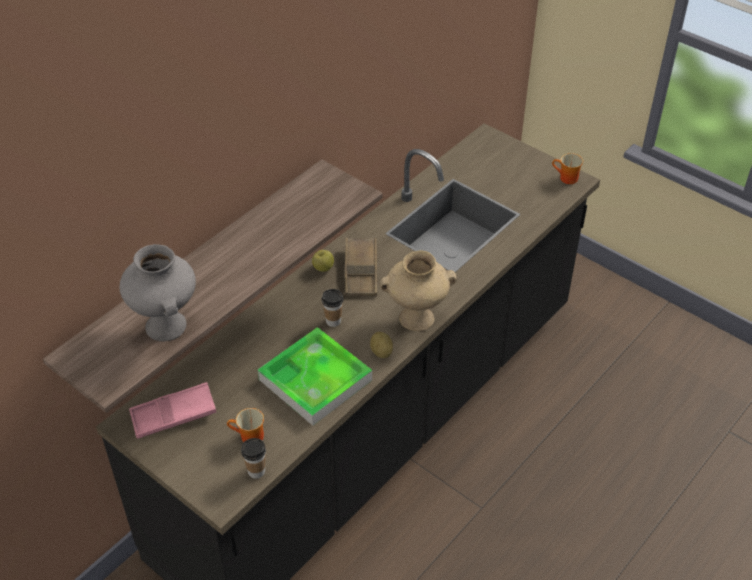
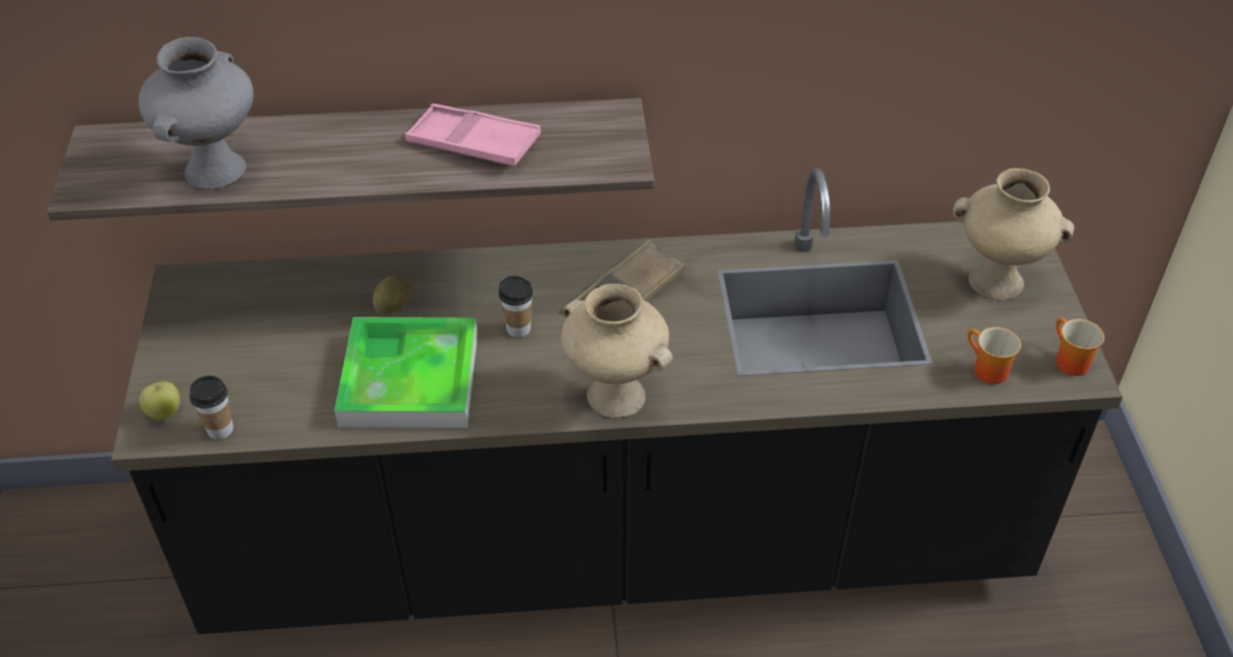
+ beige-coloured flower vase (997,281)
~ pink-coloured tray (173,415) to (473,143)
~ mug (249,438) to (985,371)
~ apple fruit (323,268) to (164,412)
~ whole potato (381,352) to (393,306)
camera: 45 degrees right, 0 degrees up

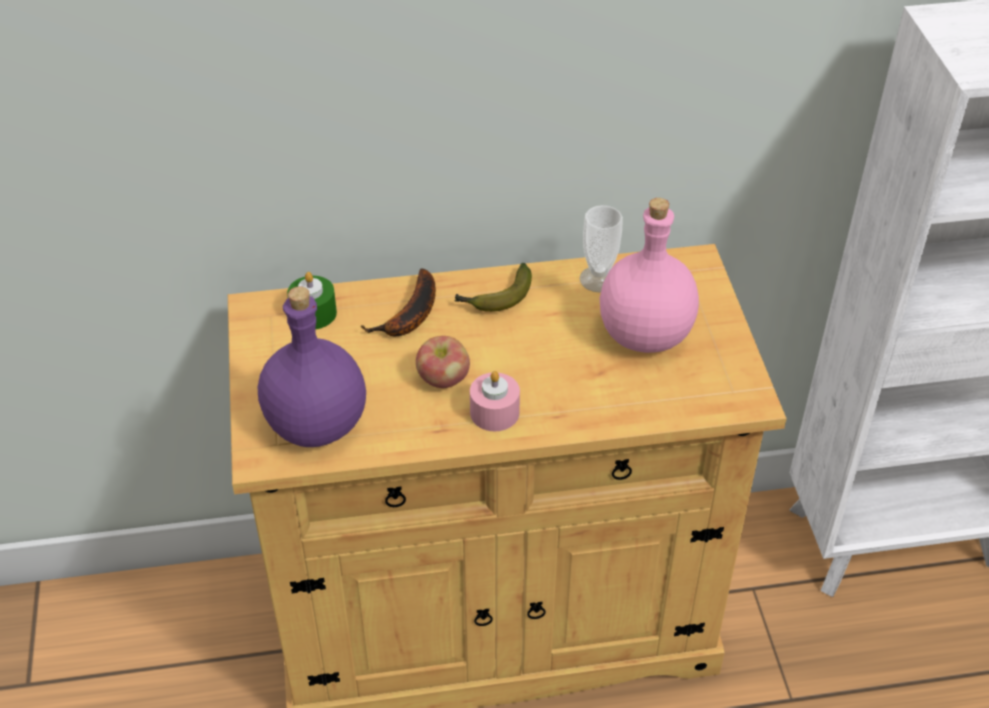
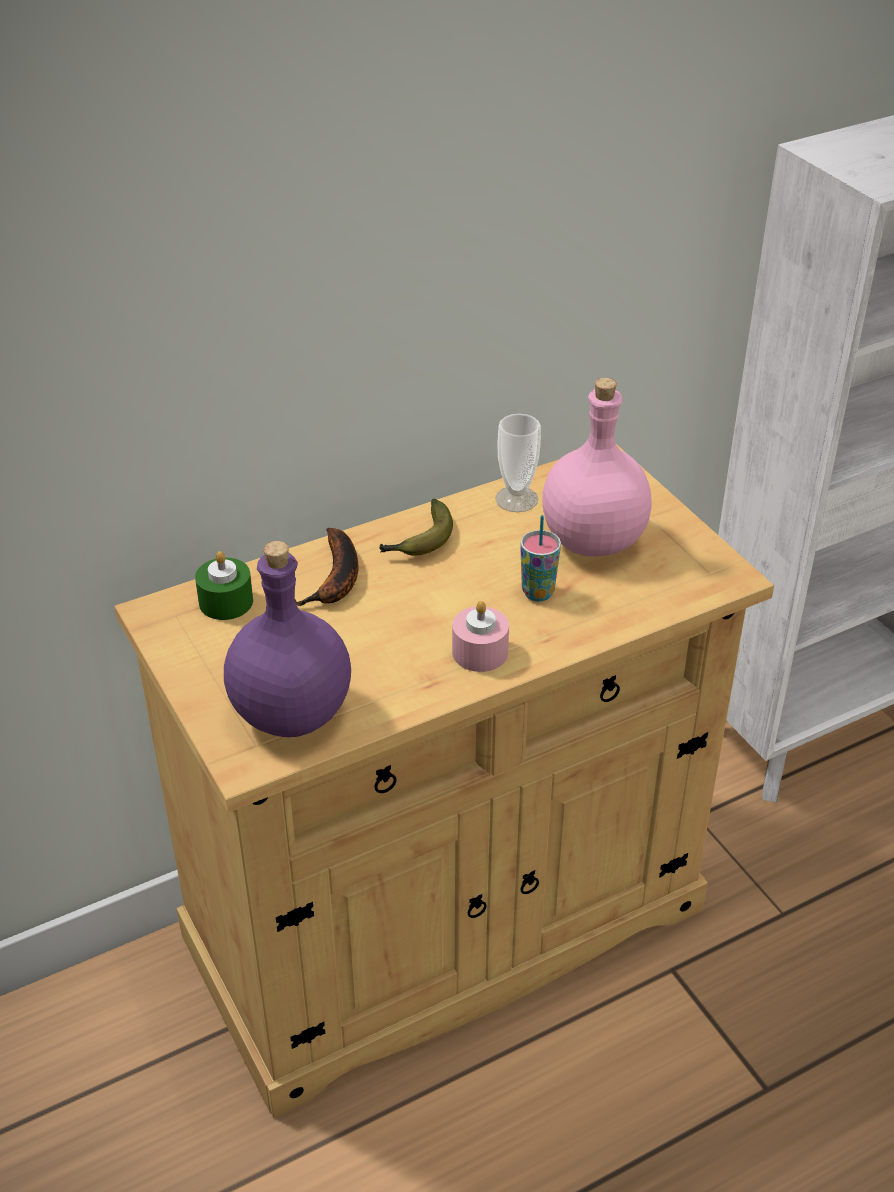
- apple fruit (443,379)
+ small cup (538,593)
camera: 20 degrees left, 5 degrees down

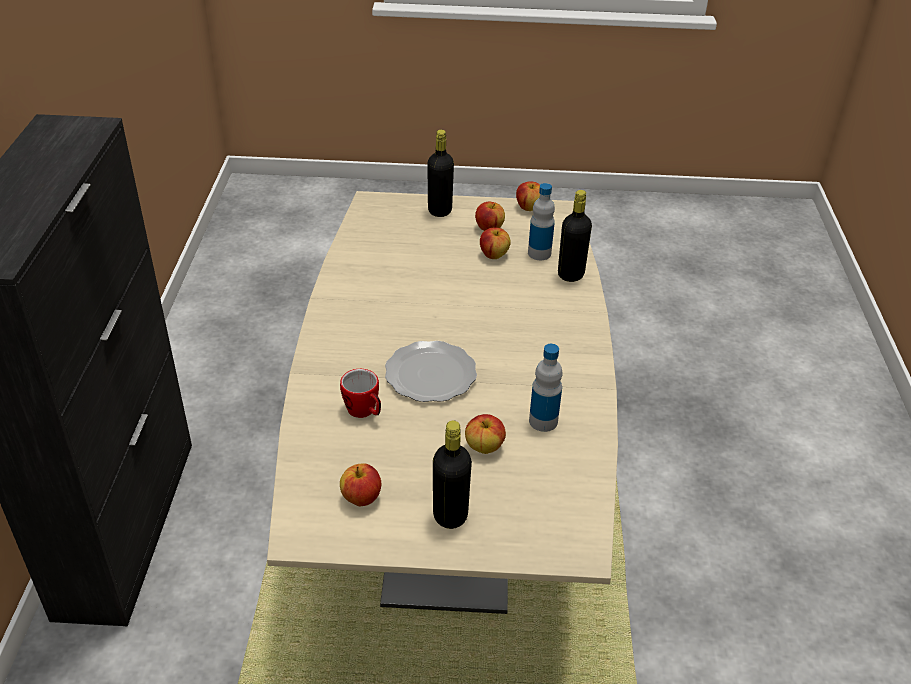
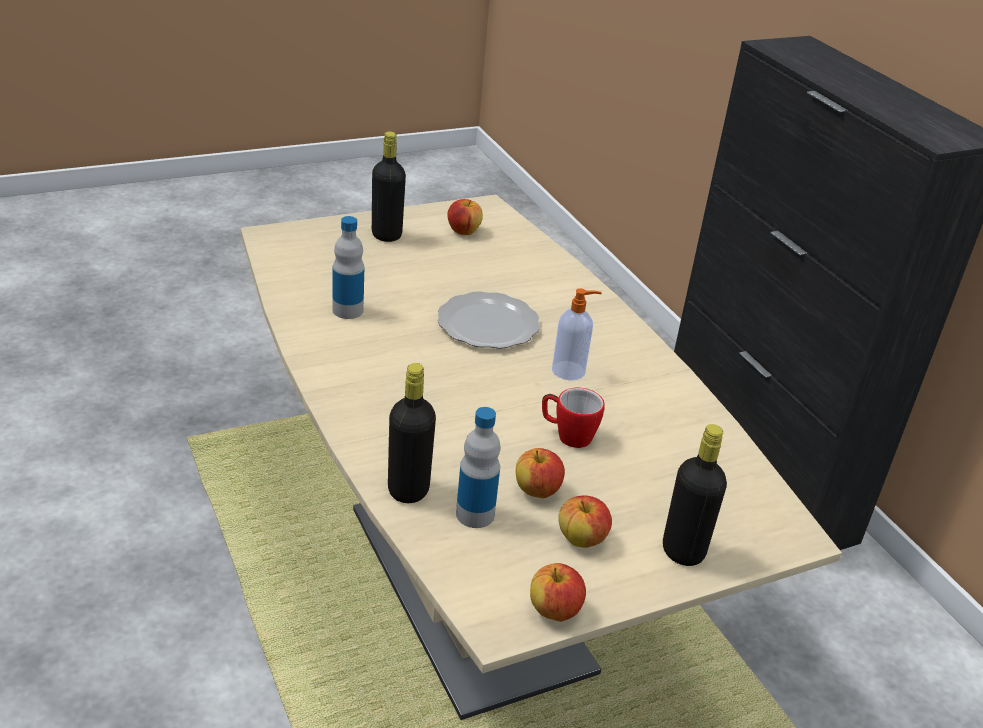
- apple fruit (484,447)
+ soap bottle (570,371)
~ mug (364,412) to (567,435)
camera: 150 degrees right, 5 degrees down

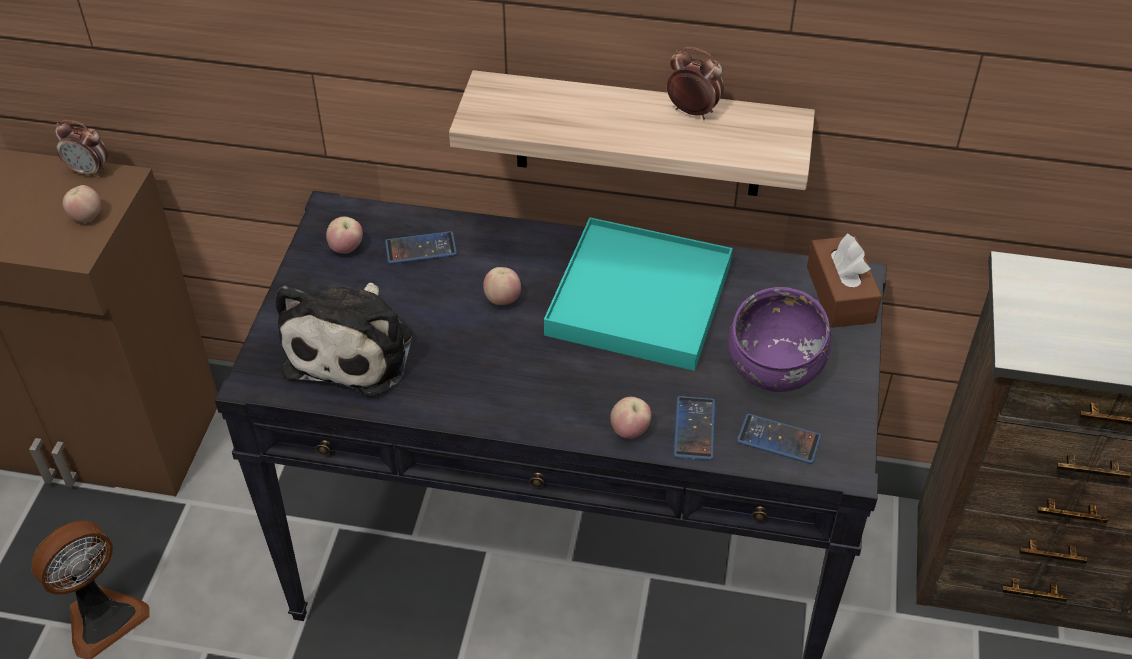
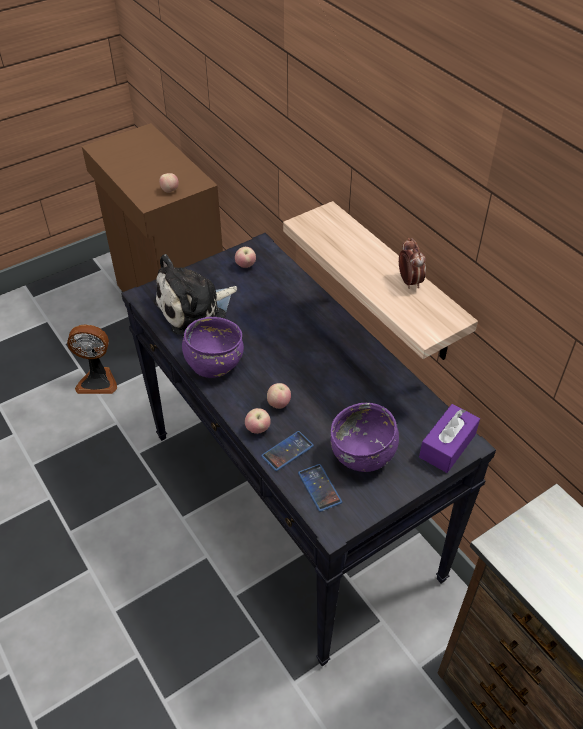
- alarm clock (89,171)
- handset (421,249)
- turquoise-coloured tray (639,299)
+ purplish serving bowl (214,364)
~ apple fruit (502,300) to (279,404)
~ brown-coloured tissue box (840,294) to purplish tissue box (447,445)
camera: 45 degrees right, 0 degrees up

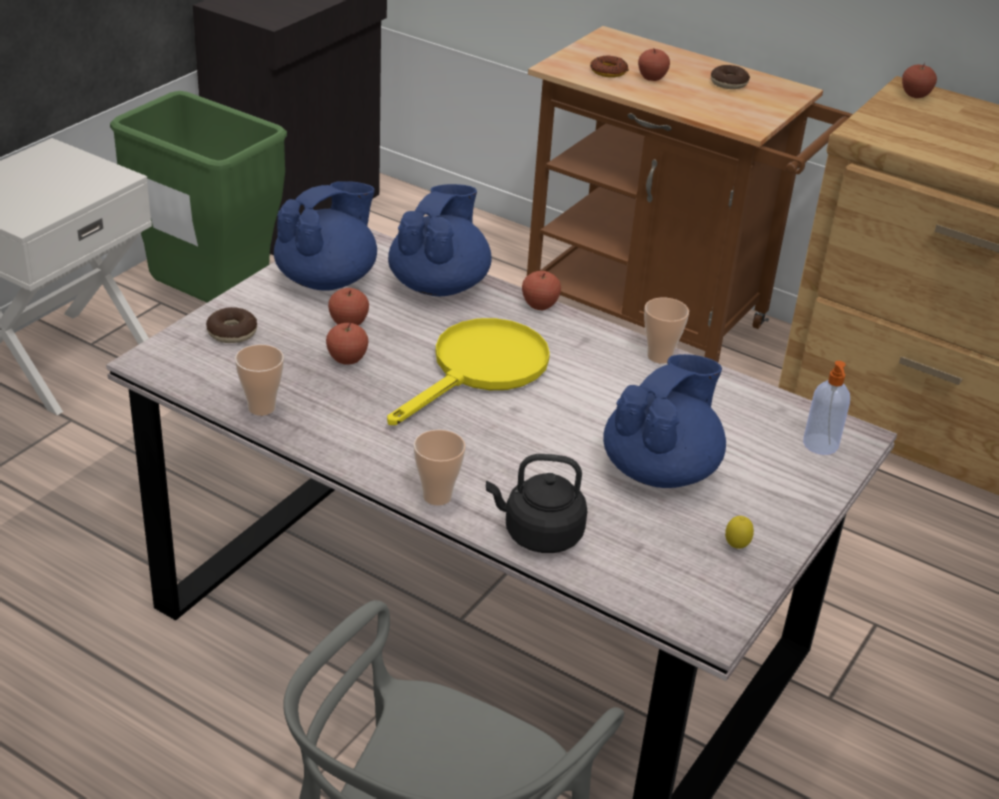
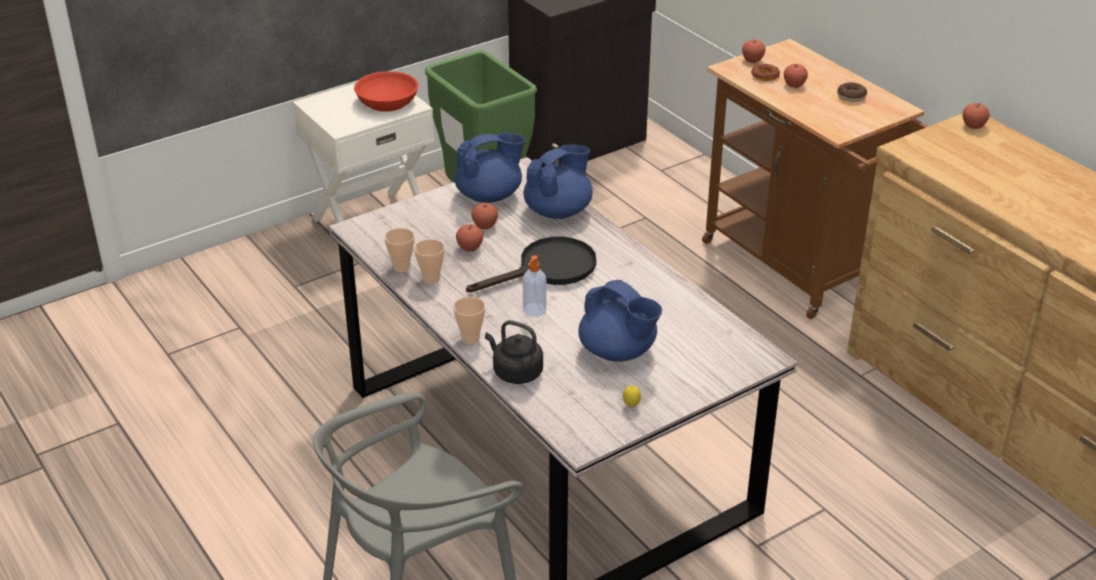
- doughnut (232,332)
+ red-coloured serving bowl (387,101)
~ apple fruit (539,305) to (752,60)
~ small cup (659,356) to (431,279)
~ soap bottle (820,445) to (534,310)
~ yellowish skillet (480,370) to black skillet (548,269)
~ blue teapot (660,470) = (618,351) 75 degrees clockwise
camera: 25 degrees right, 0 degrees up

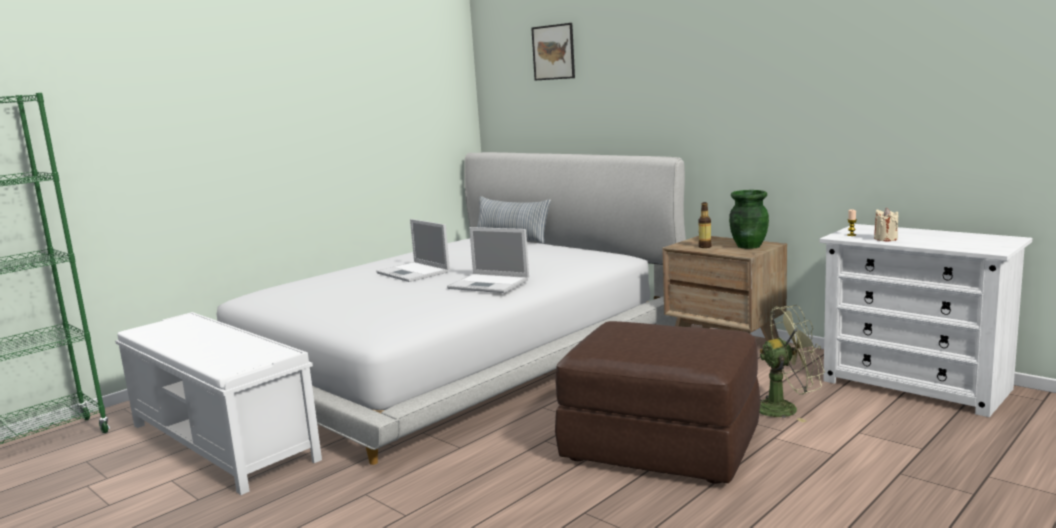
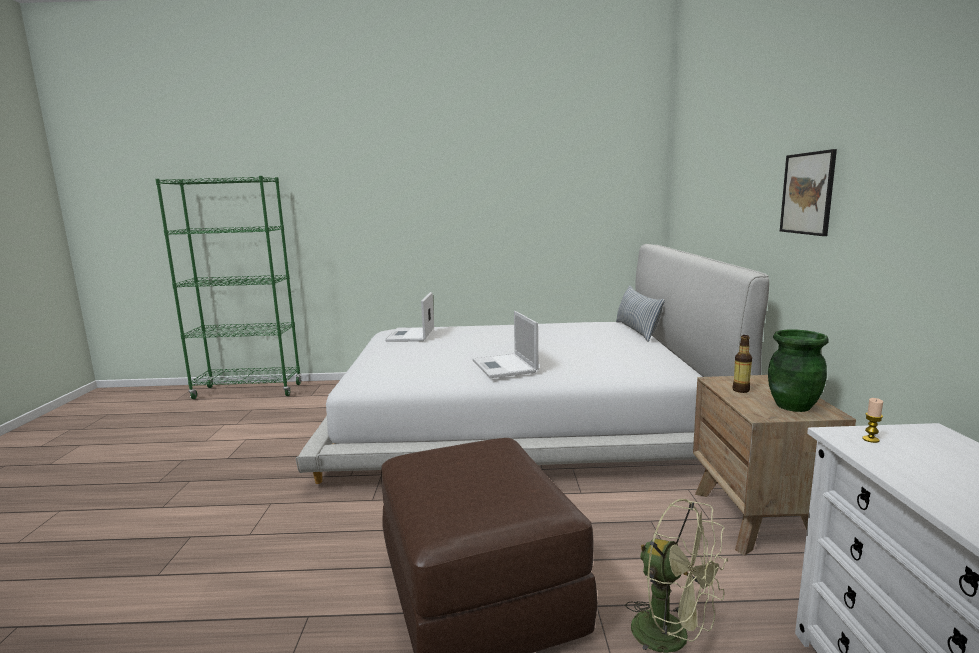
- white-coloured bench (223,442)
- beige-coloured candle (885,239)
~ portable computer (414,273) to (410,335)
~ wall art (553,52) to (807,193)
camera: 45 degrees right, 0 degrees up

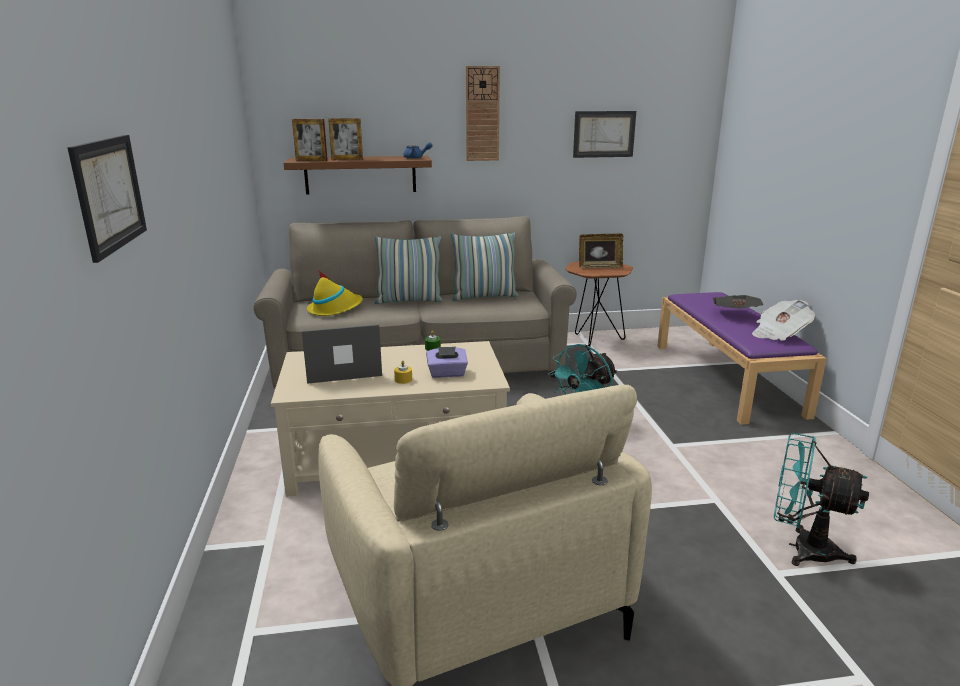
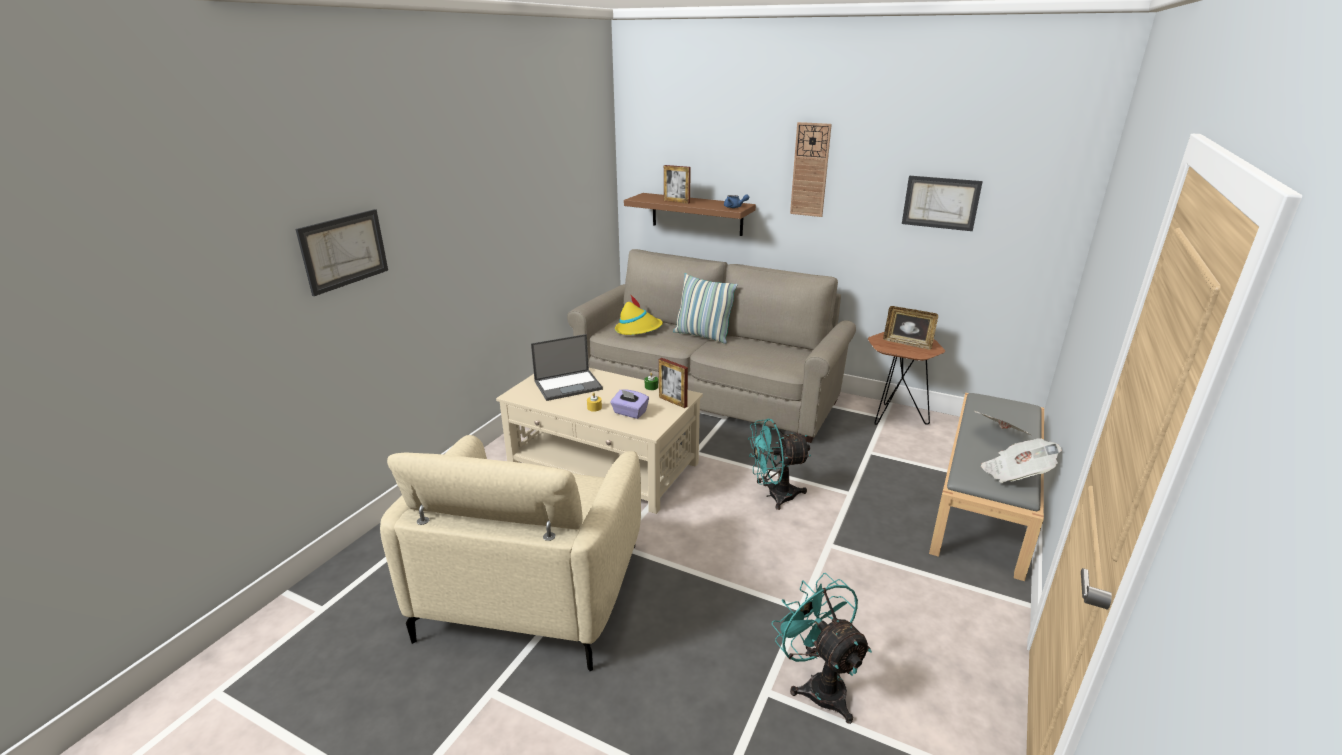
- cushion (484,297)
~ standing frame (311,160) to (673,401)
~ purplish bench (727,379) to greyish bench (985,503)
~ portable computer (342,369) = (569,385) 135 degrees clockwise
camera: 35 degrees right, 5 degrees up

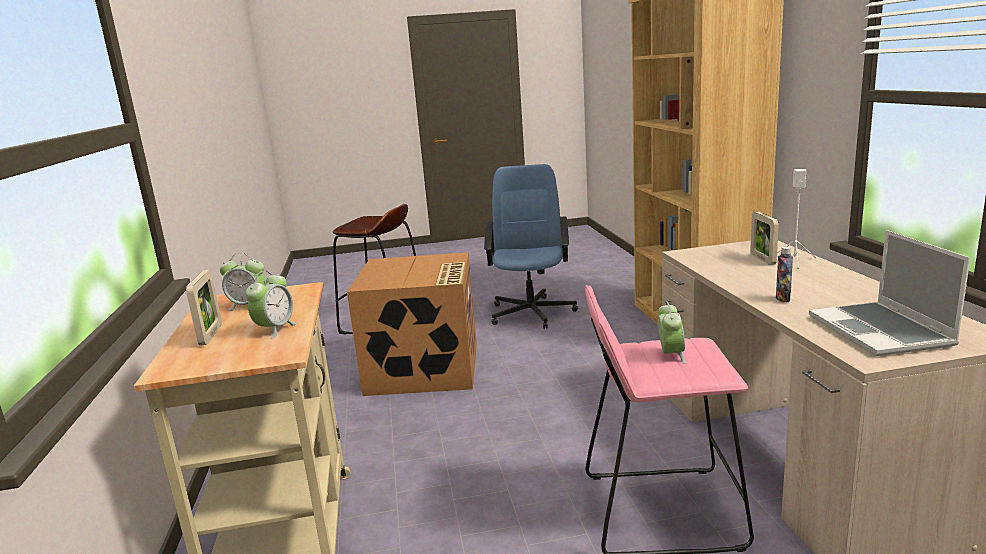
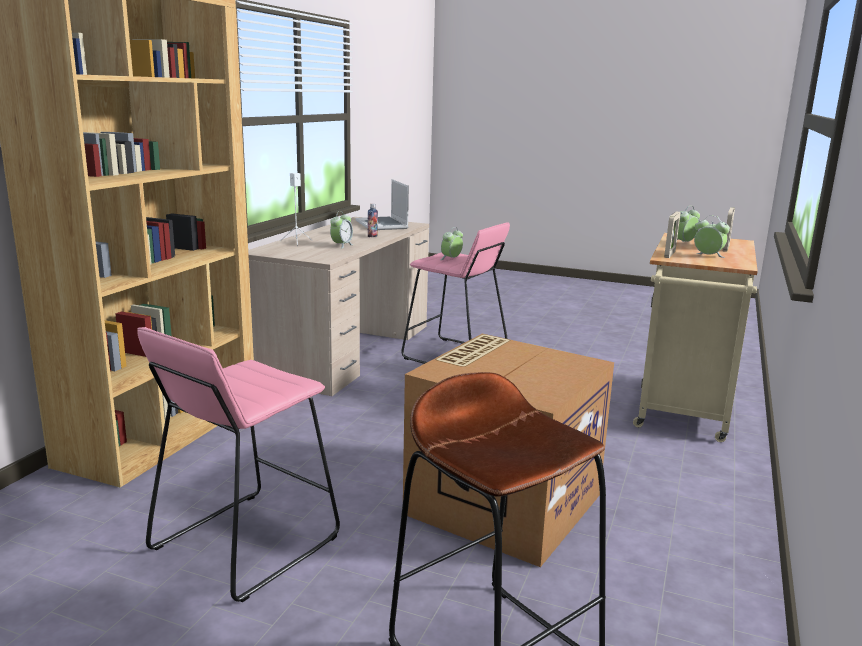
+ alarm clock (341,245)
~ standing frame (762,259) to (669,254)
~ blue computer chair (532,312) to pink-coloured sitting stool (245,542)
~ portable computer (881,331) = (382,225) 135 degrees clockwise
camera: 150 degrees left, 0 degrees up

